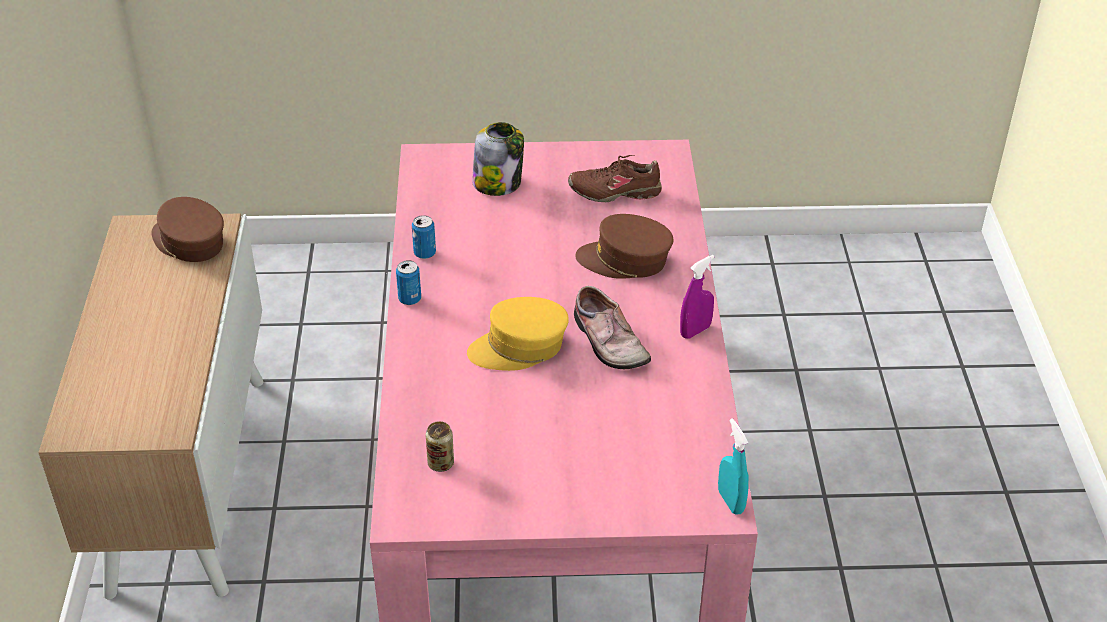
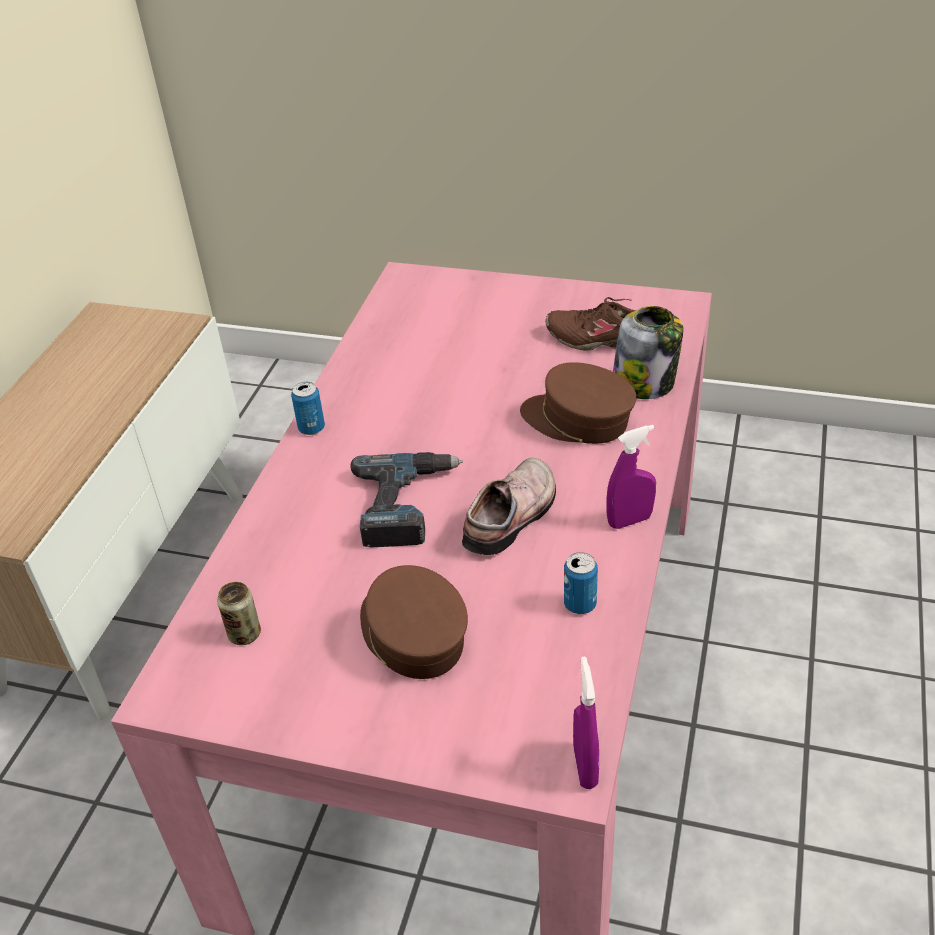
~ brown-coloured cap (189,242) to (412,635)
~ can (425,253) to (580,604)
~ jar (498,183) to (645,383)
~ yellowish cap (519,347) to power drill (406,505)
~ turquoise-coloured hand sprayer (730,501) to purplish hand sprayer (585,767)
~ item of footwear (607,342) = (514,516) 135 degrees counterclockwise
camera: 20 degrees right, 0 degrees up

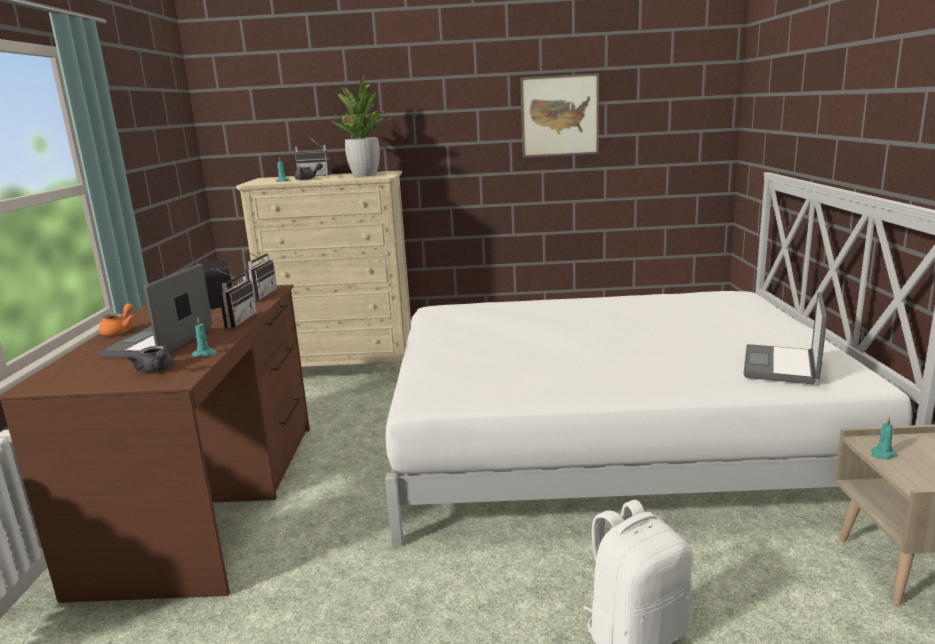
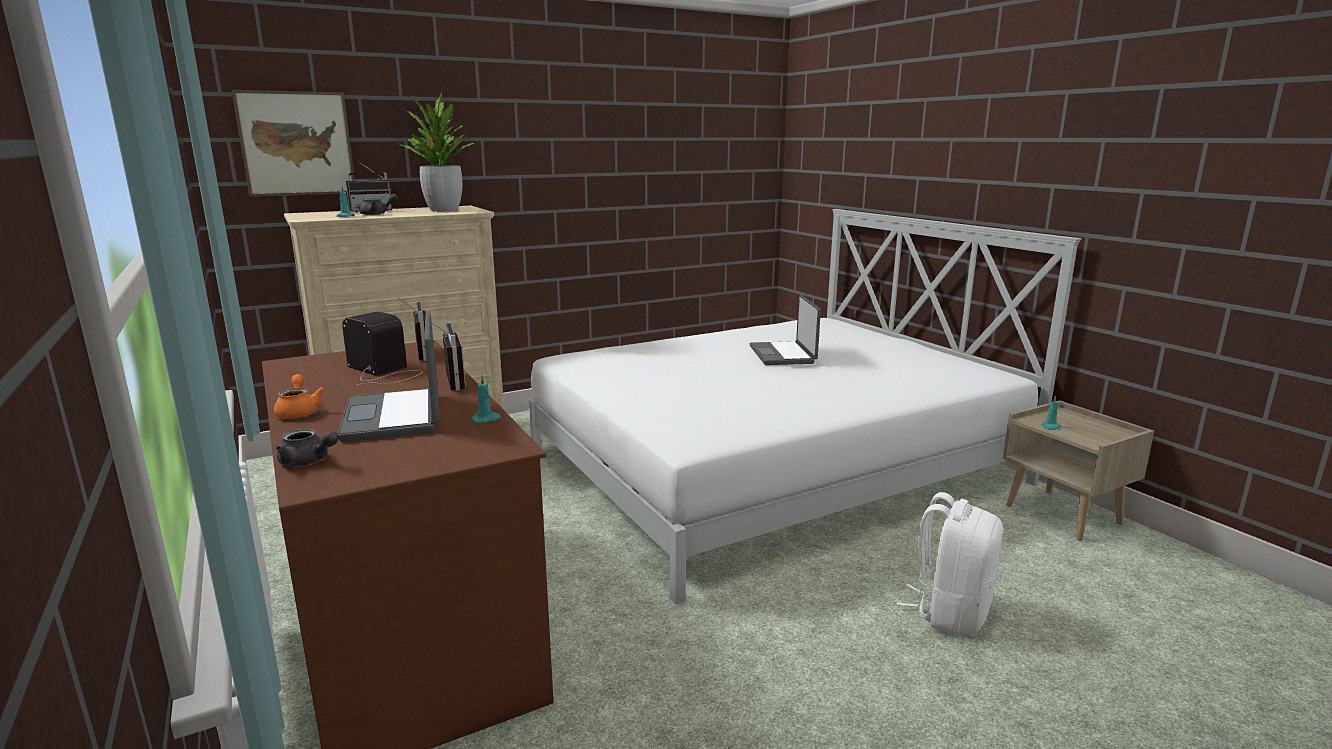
~ greyish teapot (156,370) to (308,462)
~ wall art (559,116) to (296,144)
~ portable computer (782,366) to (783,355)
camera: 30 degrees left, 0 degrees up

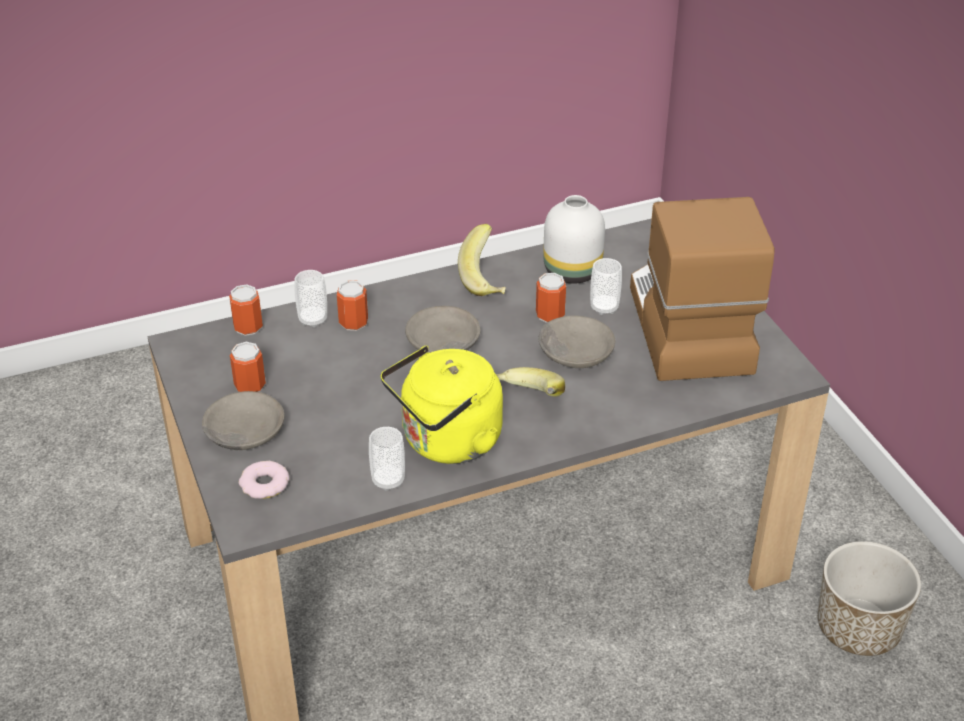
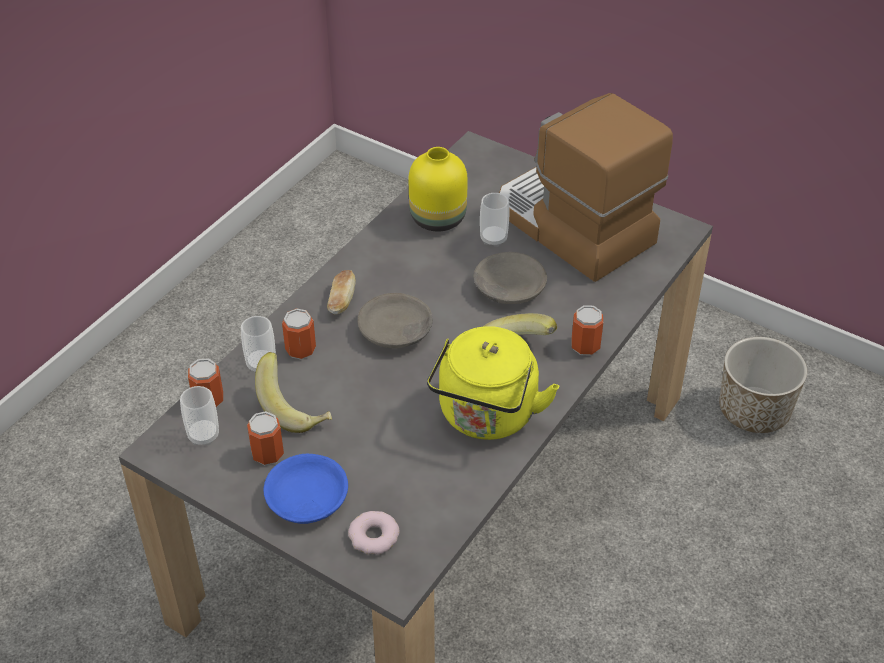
+ baked bread (341,301)
~ small cup (388,480) to (203,435)
~ whole banana (487,279) to (295,408)
~ can (550,315) to (585,346)
~ greyish serving bowl (243,432) to blue serving bowl (306,499)
~ white-coloured flower vase (573,271) to yellowish flower vase (438,217)
camera: 35 degrees left, 5 degrees up

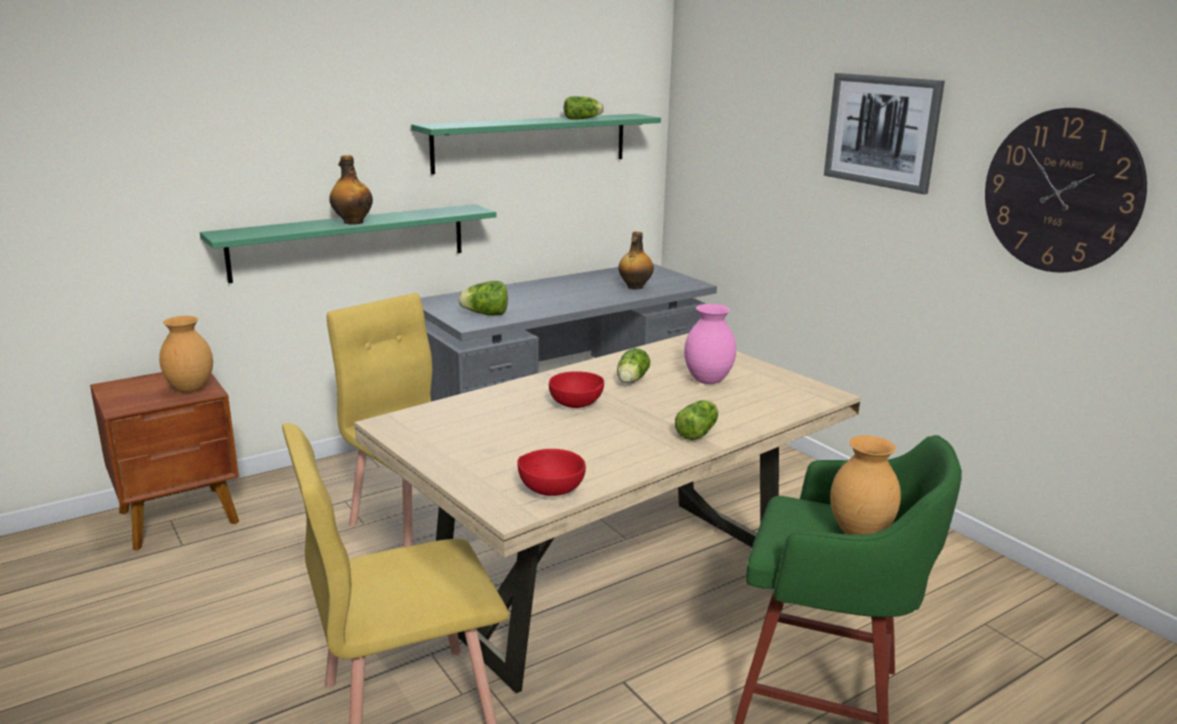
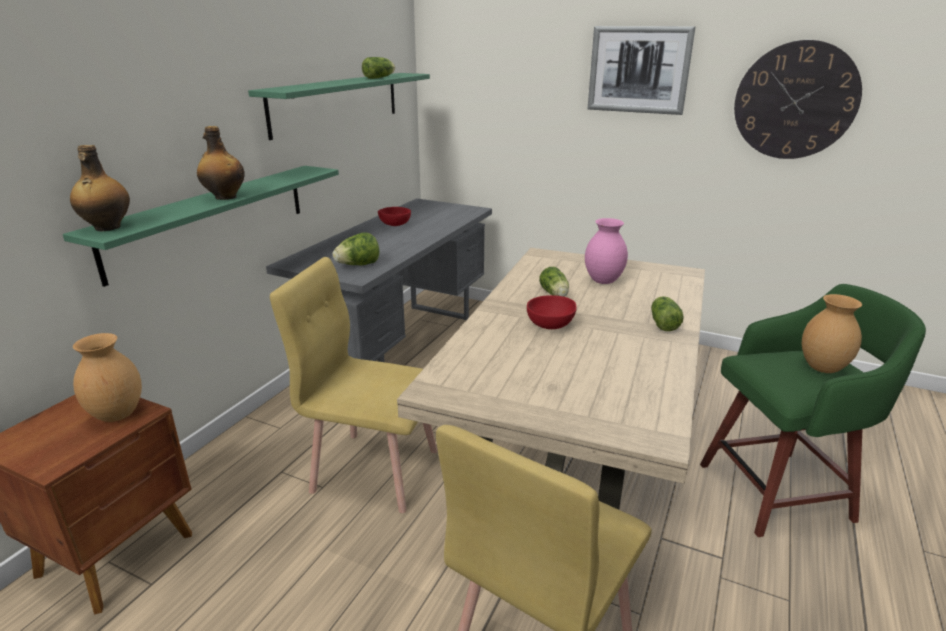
~ red-coloured serving bowl (550,490) to (394,225)
~ drink bottle (634,287) to (107,228)
camera: 30 degrees left, 5 degrees up

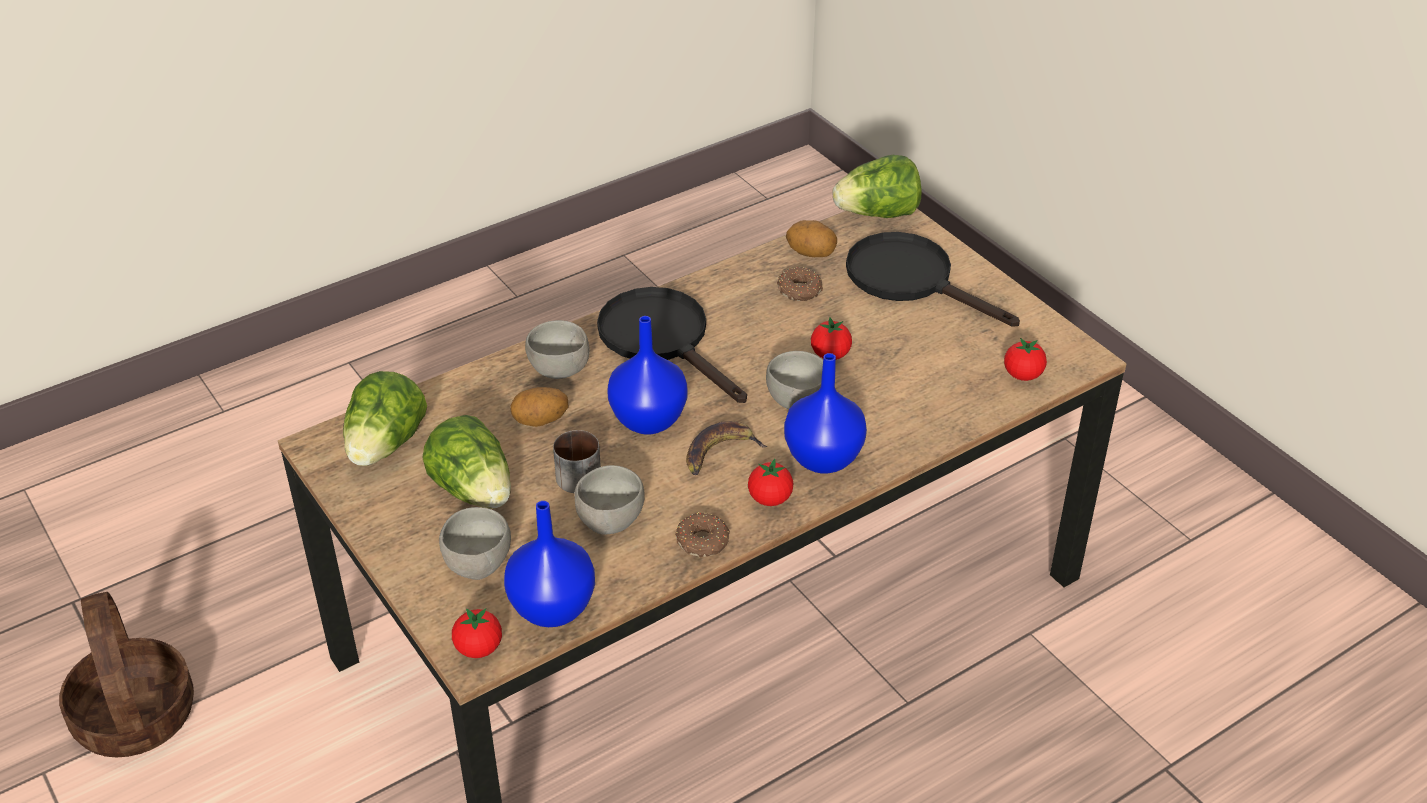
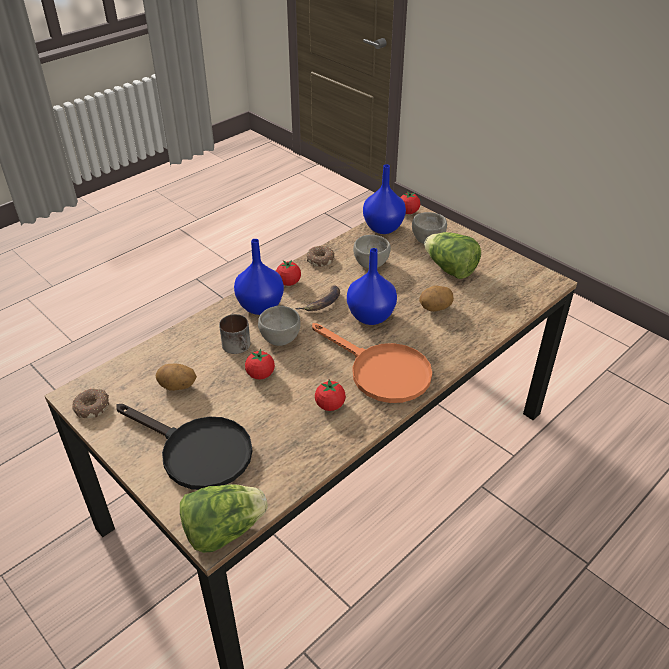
- household basket (136,716)
- head of lettuce (385,446)
- greyish serving bowl (560,370)
~ mug (574,474) to (239,346)
~ doughnut (799,291) to (92,407)
~ whole potato (811,253) to (177,387)
~ whole tomato (1023,375) to (330,405)
~ black skillet (663,340) to orangey skillet (381,372)
camera: 170 degrees right, 0 degrees up

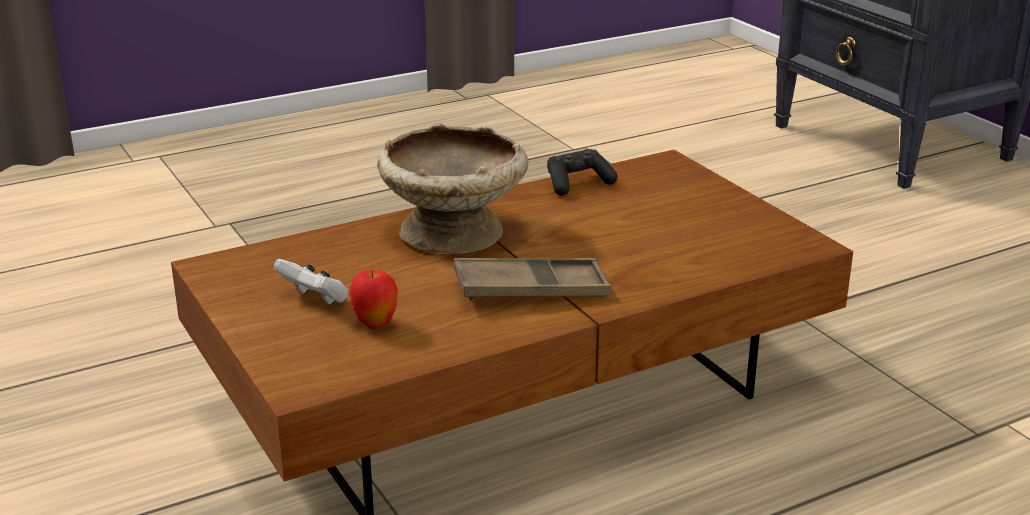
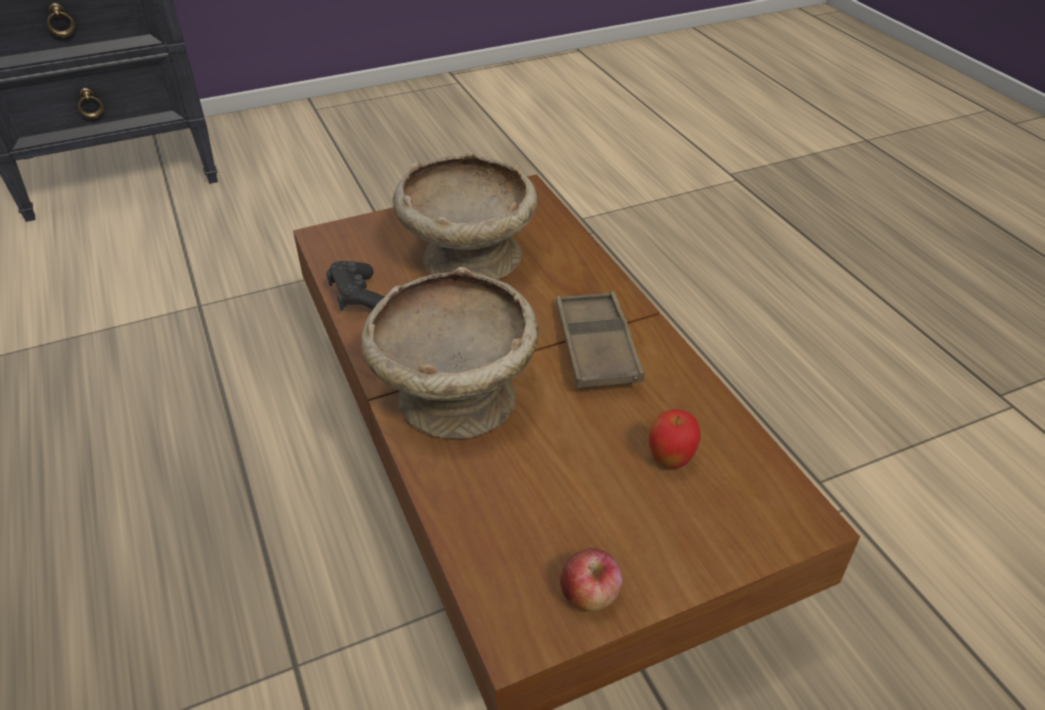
- white-coloured gamepad (315,300)
+ beige-coloured serving bowl (468,258)
+ apple fruit (590,595)
camera: 85 degrees left, 15 degrees up

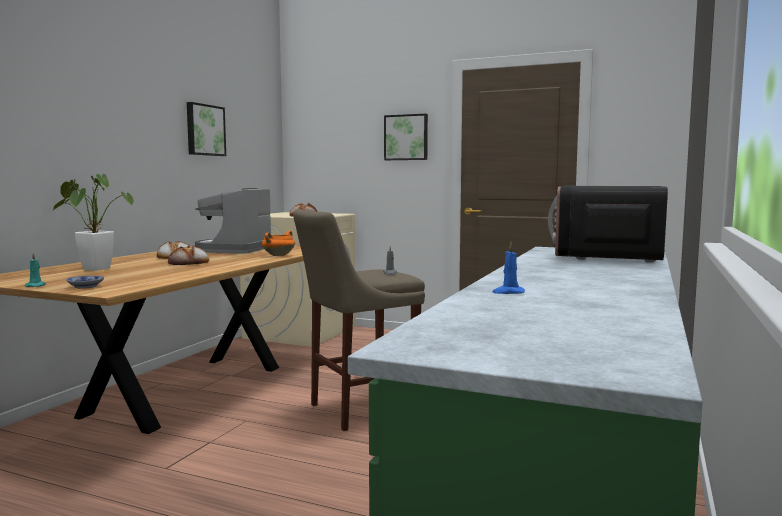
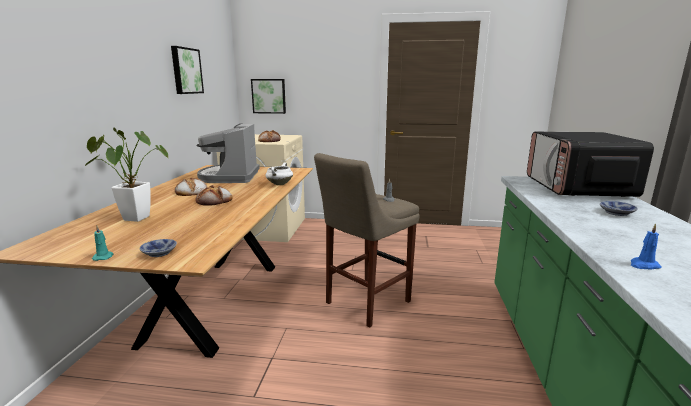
+ serving bowl (616,212)
~ wall art (406,137) to (269,96)
~ orangey saucepot (278,256) to white-coloured saucepot (279,184)
camera: 15 degrees left, 10 degrees up

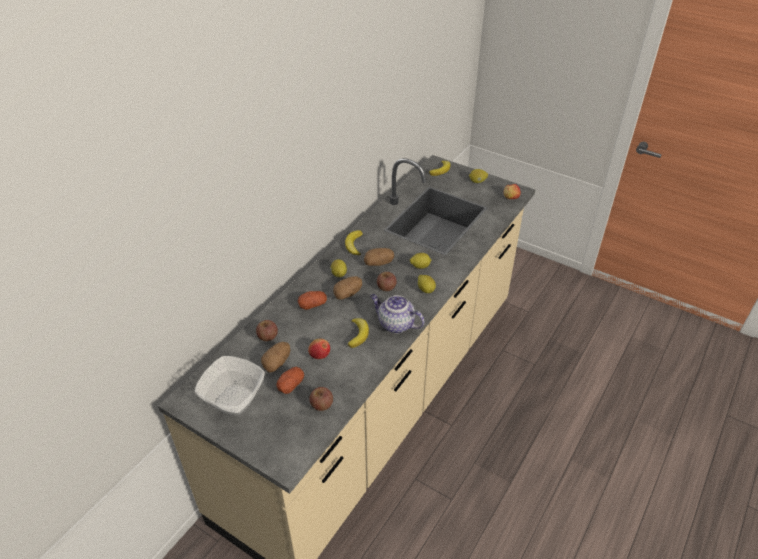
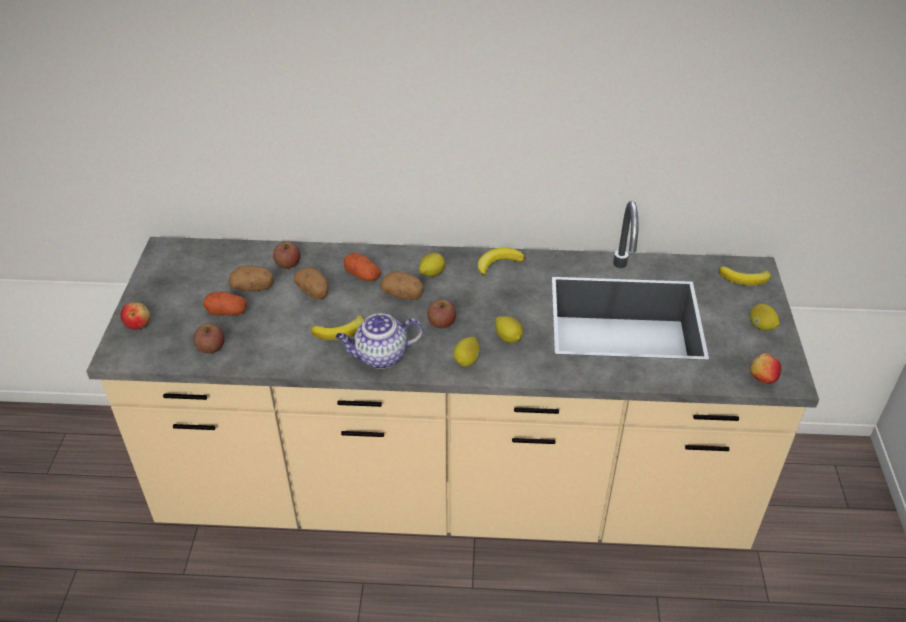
- serving bowl (233,400)
~ apple fruit (319,354) to (138,324)
~ whole potato (379,263) to (314,292)
~ teapot (395,324) = (380,356) 105 degrees counterclockwise
camera: 60 degrees right, 0 degrees up

